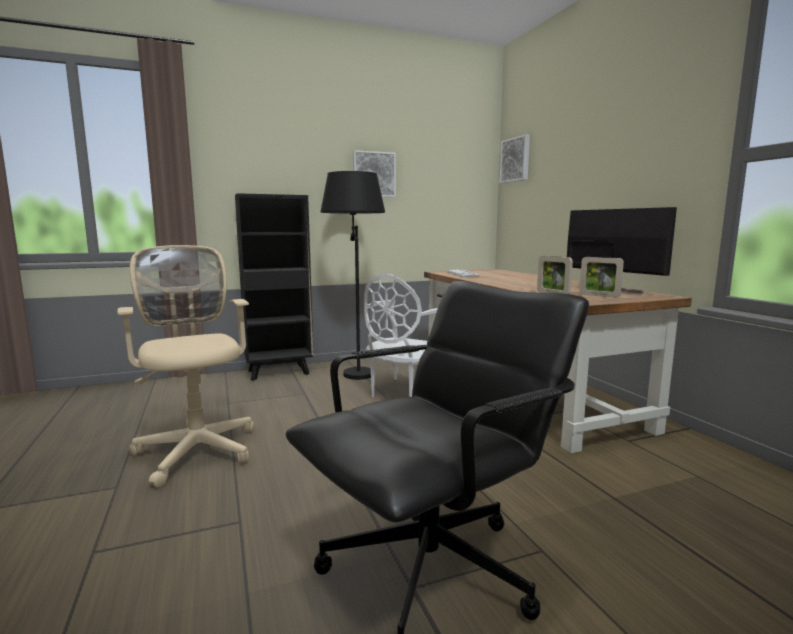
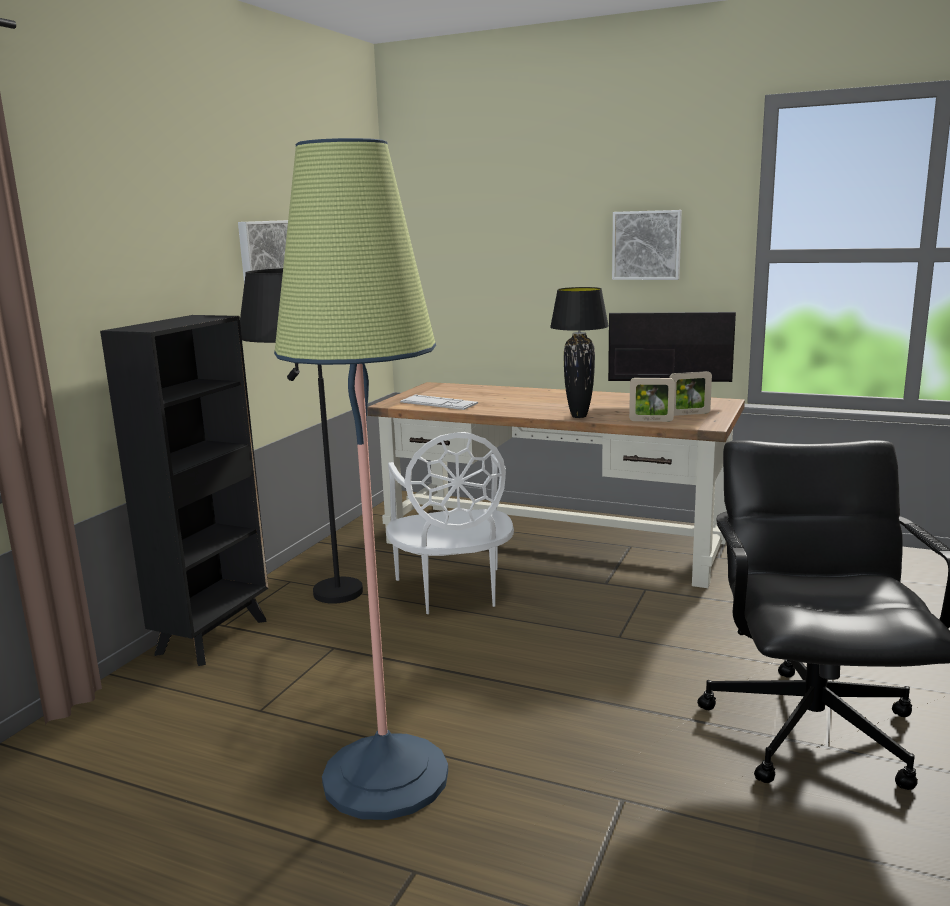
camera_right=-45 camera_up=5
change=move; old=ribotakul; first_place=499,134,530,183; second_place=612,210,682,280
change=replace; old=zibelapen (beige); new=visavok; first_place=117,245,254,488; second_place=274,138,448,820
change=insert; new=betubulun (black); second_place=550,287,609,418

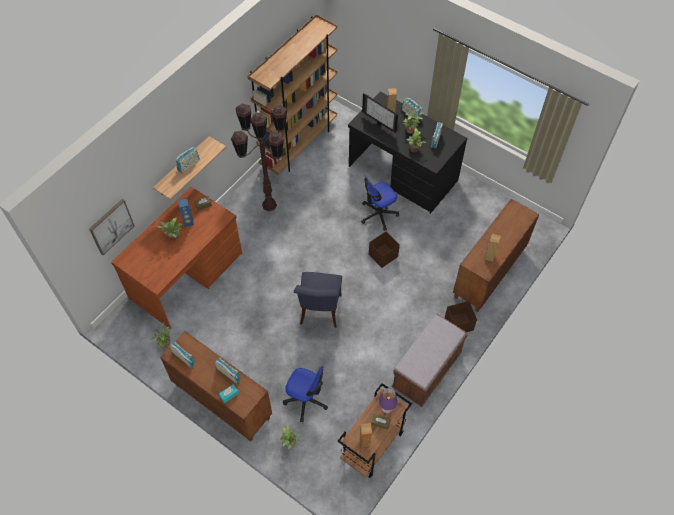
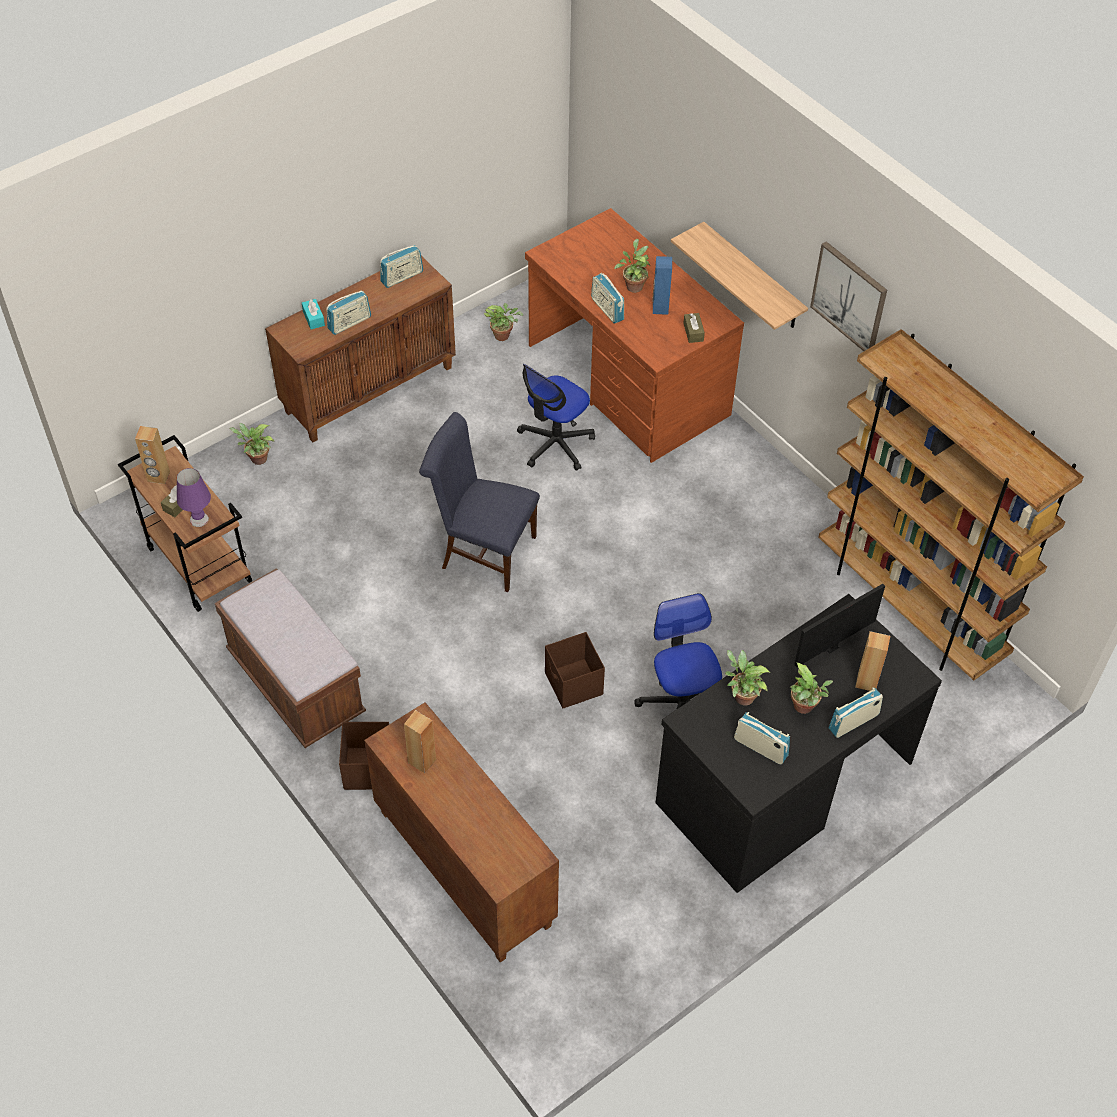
camera_right=105 camera_up=-5
change=delete; old=visavok (brown); first_place=231,104,287,211
change=move; old=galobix; first_place=176,147,200,173; second_place=591,273,624,324
change=move; old=ribotakul; first_place=89,199,134,255; second_place=810,241,887,351
change=move; old=zibelapen; first_place=283,366,328,422; second_place=517,363,595,471

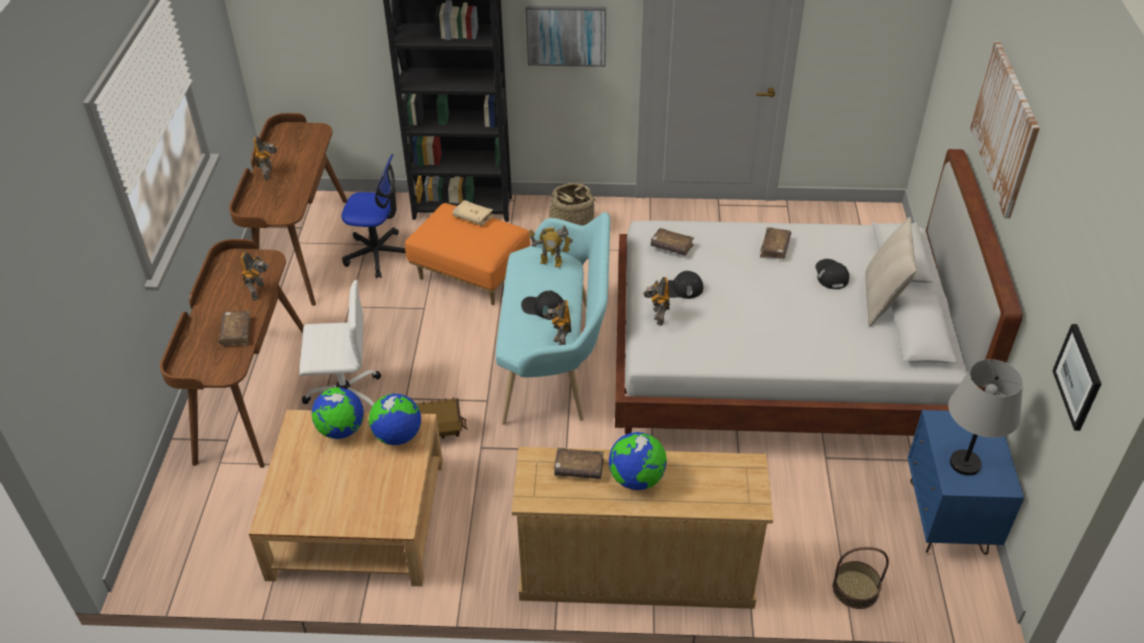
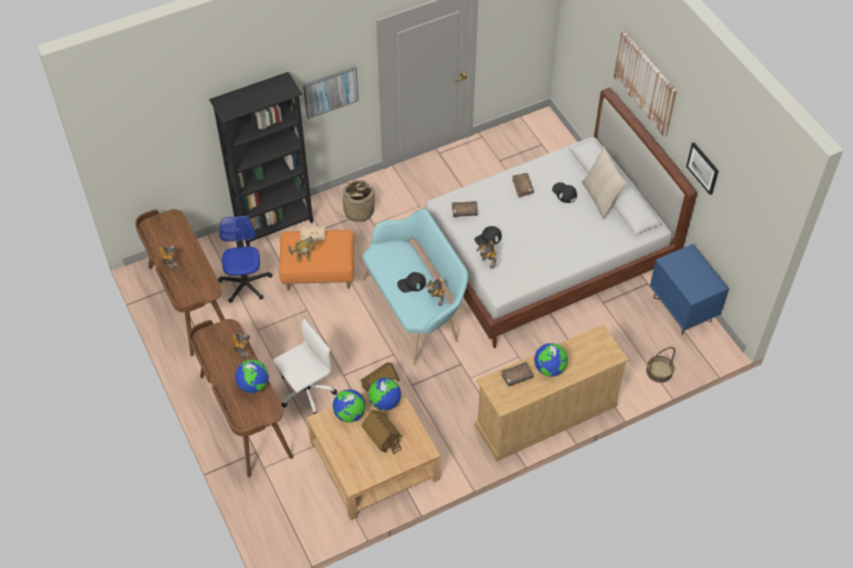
camera_right=-30 camera_up=10
change=rotate; old=zibelapen; first_place=341,154,406,278; second_place=218,216,273,303; degrees=-75
change=move; old=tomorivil; first_place=529,225,573,267; second_place=287,236,317,263
change=replace; old=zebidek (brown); new=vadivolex; first_place=219,311,251,346; second_place=235,359,269,393
change=move; old=ribotakul; first_place=1052,324,1101,431; second_place=686,142,719,195
change=delete; old=betubulun (grey); first_place=948,359,1023,476
change=insert; new=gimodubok; second_place=362,410,403,455

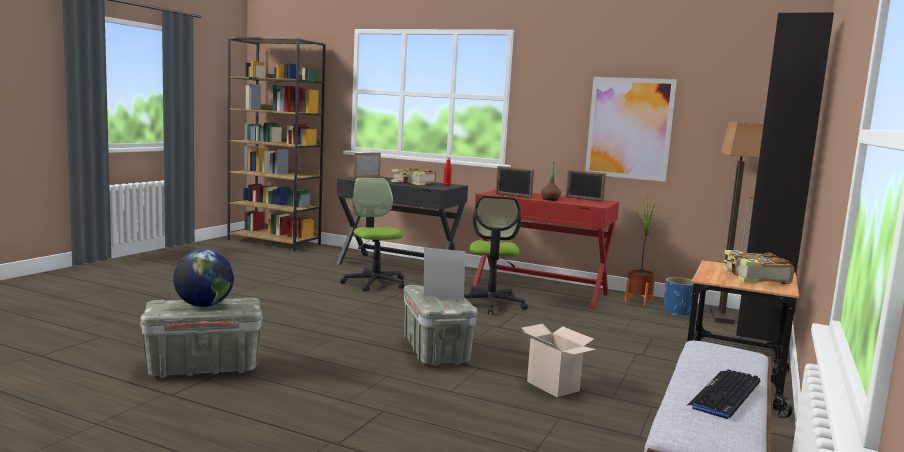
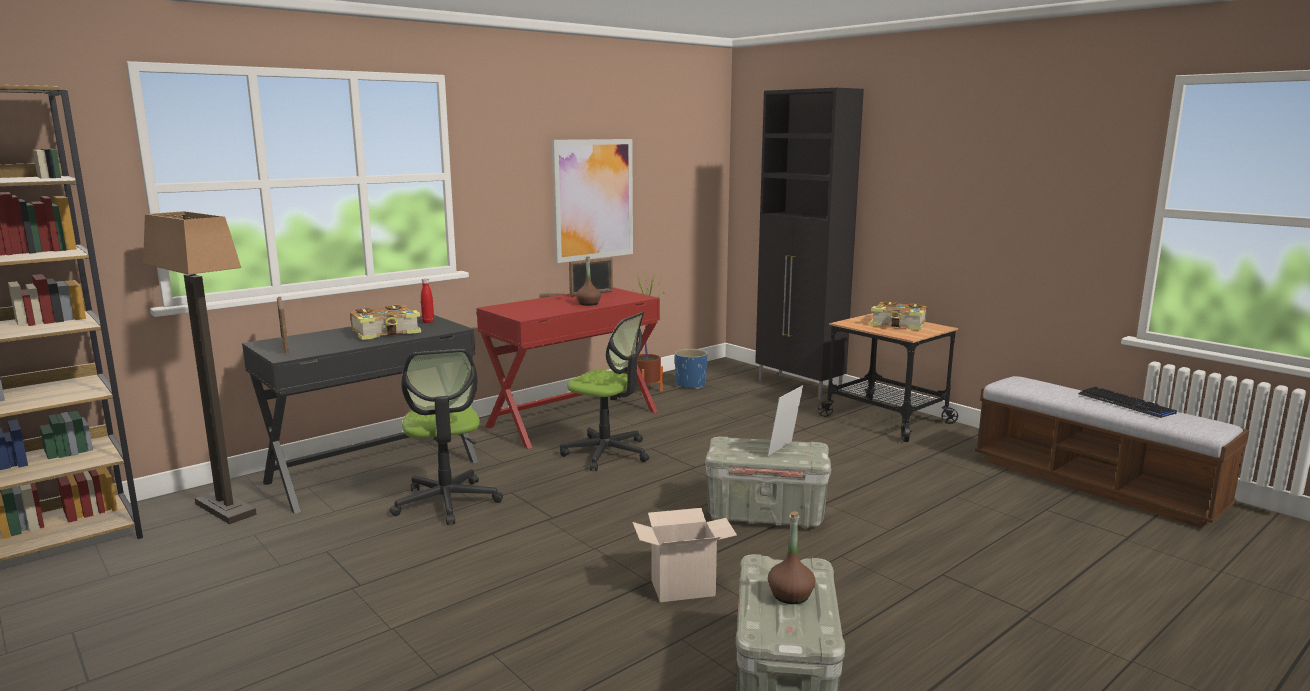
camera_right=-65 camera_up=5
change=move; old=visavok; first_place=709,122,764,324; second_place=143,211,257,524
change=delete; old=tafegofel; first_place=495,166,534,198
change=rotate; old=zibelapen; first_place=340,178,404,292; second_place=390,349,503,525; degrees=-105
change=replace; old=vadivolex; new=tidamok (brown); first_place=173,249,234,307; second_place=768,511,815,604
change=move; old=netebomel; first_place=522,324,596,397; second_place=632,508,737,602

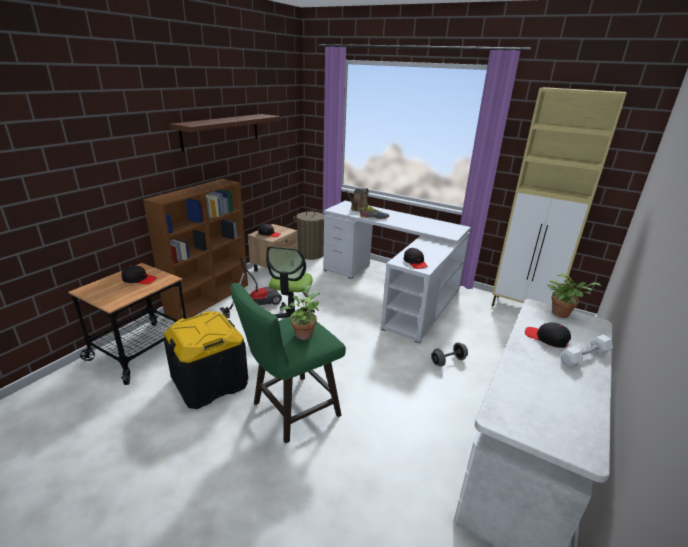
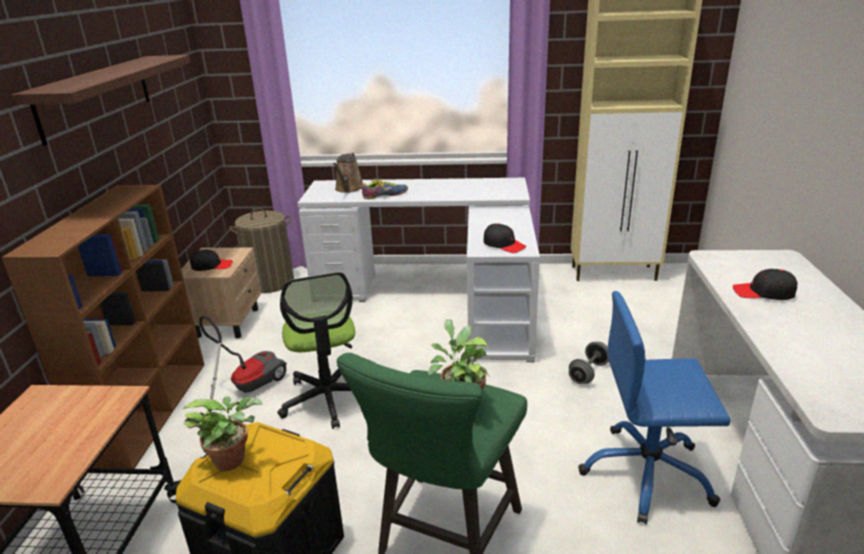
camera_right=-25 camera_up=0
change=delete; old=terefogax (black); first_place=122,265,157,284
change=move; old=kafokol; first_place=547,274,601,318; second_place=183,396,263,471
change=delete; old=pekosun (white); first_place=560,335,613,367
change=insert; new=zibelapen (blue); second_place=578,291,730,525

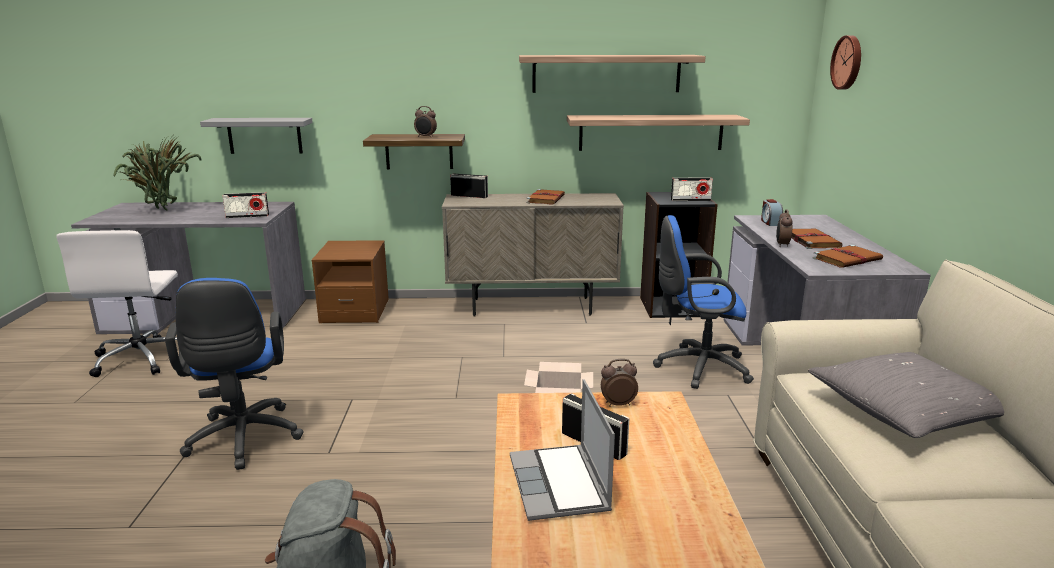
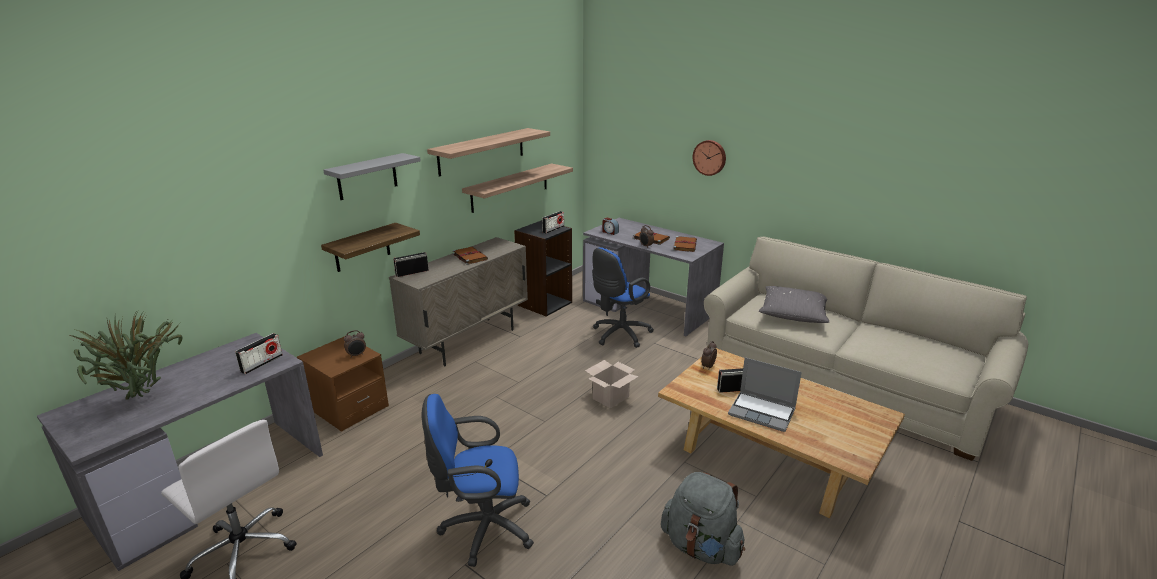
camera_right=-50 camera_up=5
change=move; old=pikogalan; first_place=830,35,861,90; second_place=692,140,726,176
change=move; old=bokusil; first_place=414,106,437,138; second_place=344,330,366,357
change=move; old=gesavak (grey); first_place=200,118,313,154; second_place=324,153,421,200
change=rotate; old=zibelapen (blue); first_place=165,278,304,470; second_place=422,394,534,567; degrees=150

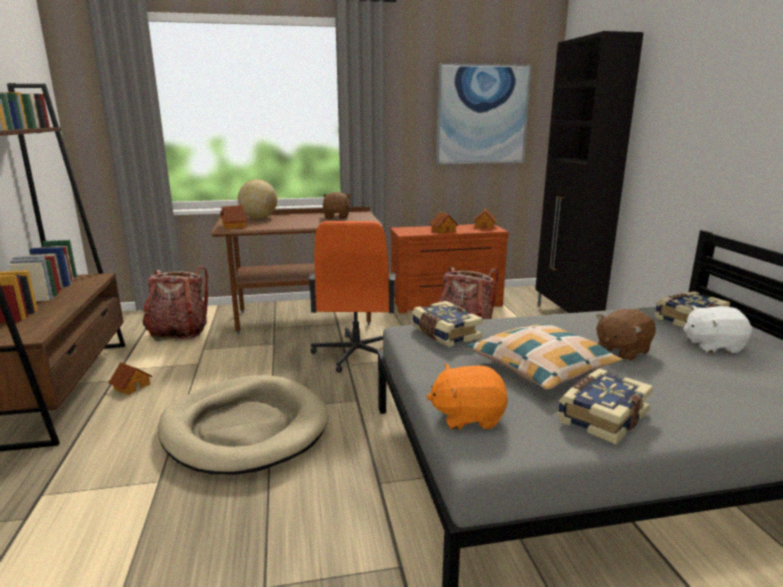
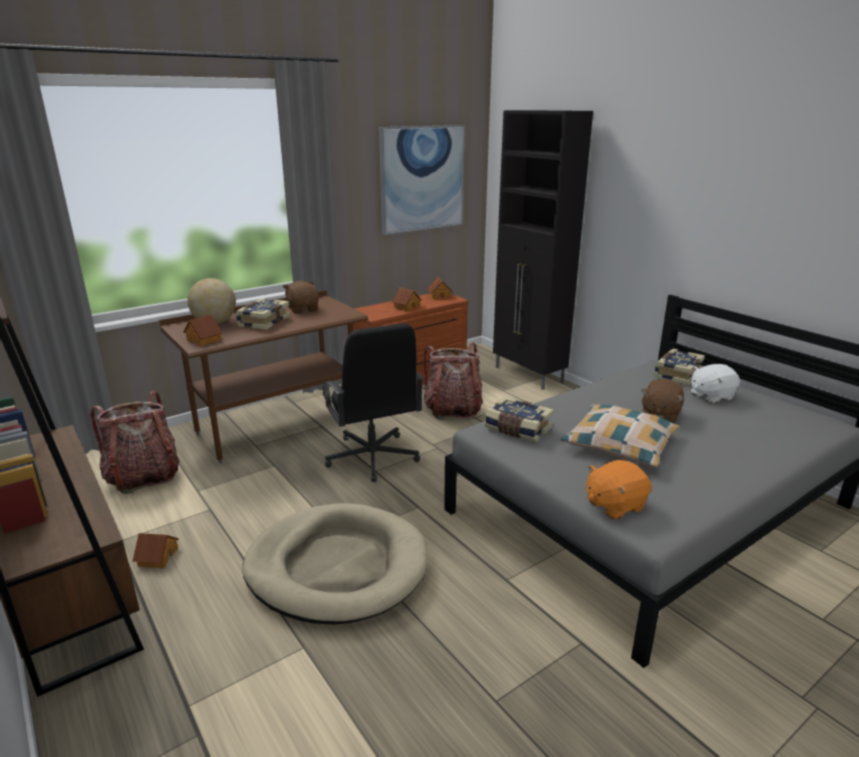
camera_right=-25 camera_up=5
change=recolor; old=zibelapen (orange); new=zibelapen (black); first_place=308,221,396,373; second_place=321,324,424,482
change=move; old=zebidek; first_place=557,368,653,445; second_place=235,298,290,330

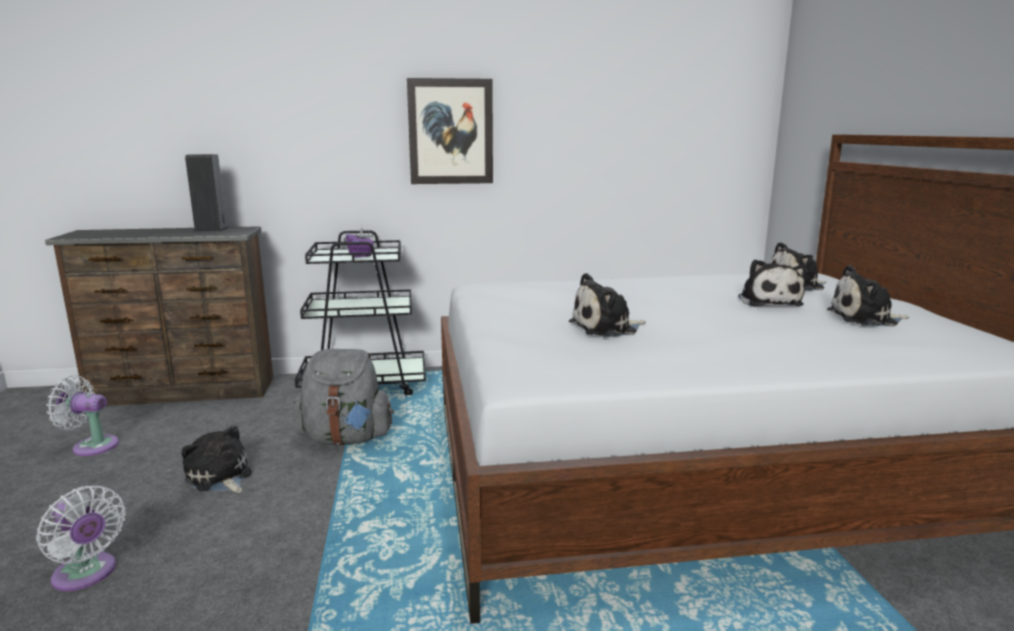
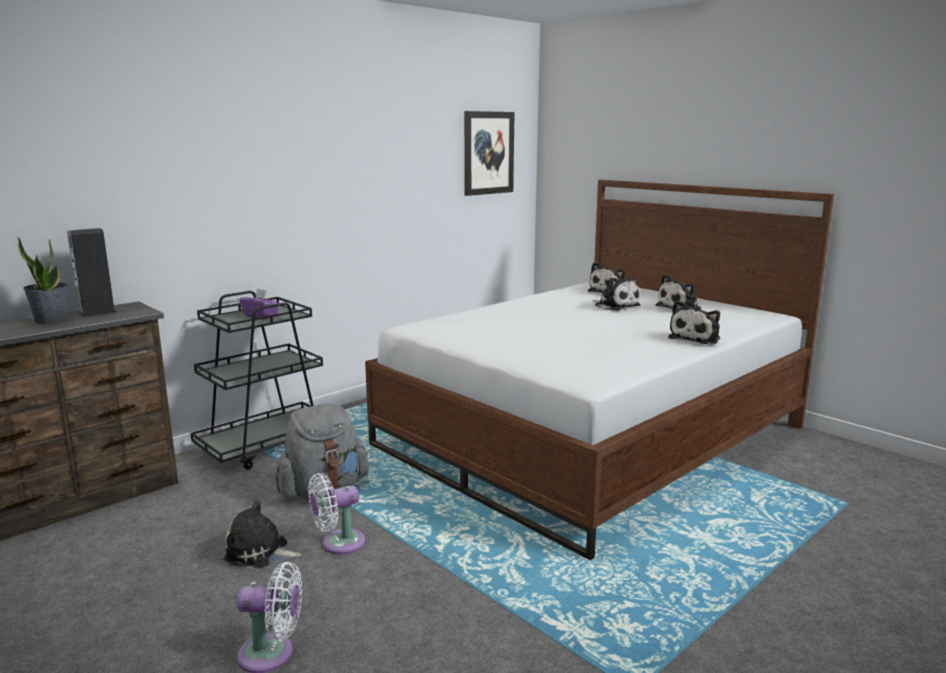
camera_right=-35 camera_up=0
change=move; old=ribotakul; first_place=407,78,493,184; second_place=464,111,515,196
change=move; old=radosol; first_place=569,273,646,337; second_place=668,300,720,344
change=move; old=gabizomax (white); first_place=46,375,119,456; second_place=308,473,365,555
change=insert; new=kafokol; second_place=18,237,68,324

